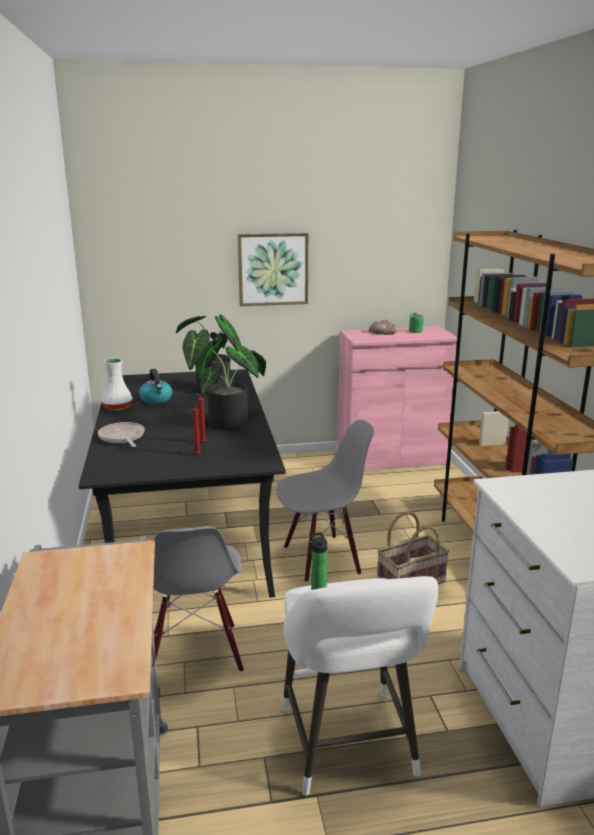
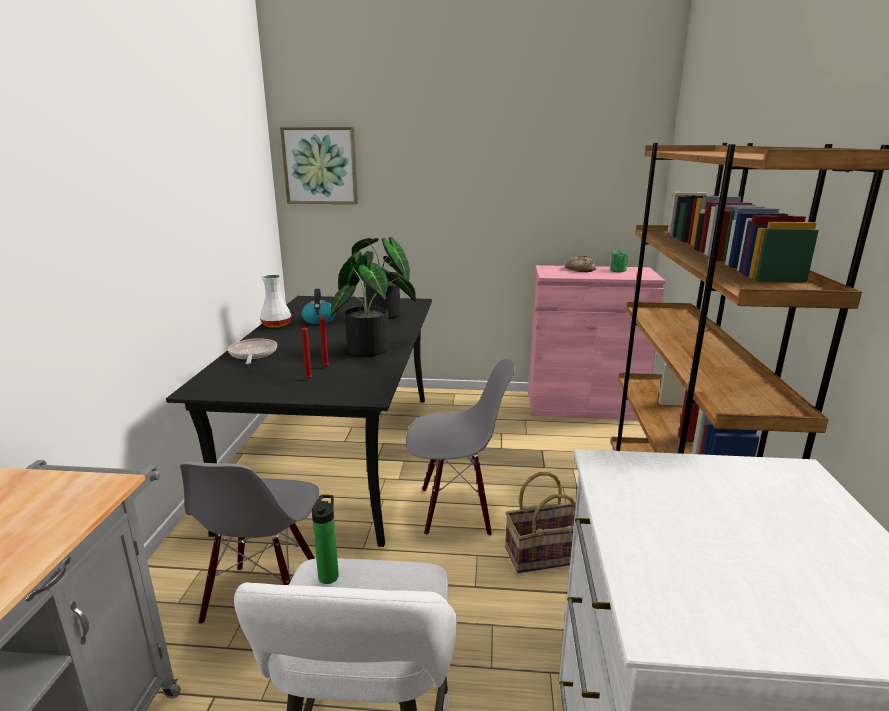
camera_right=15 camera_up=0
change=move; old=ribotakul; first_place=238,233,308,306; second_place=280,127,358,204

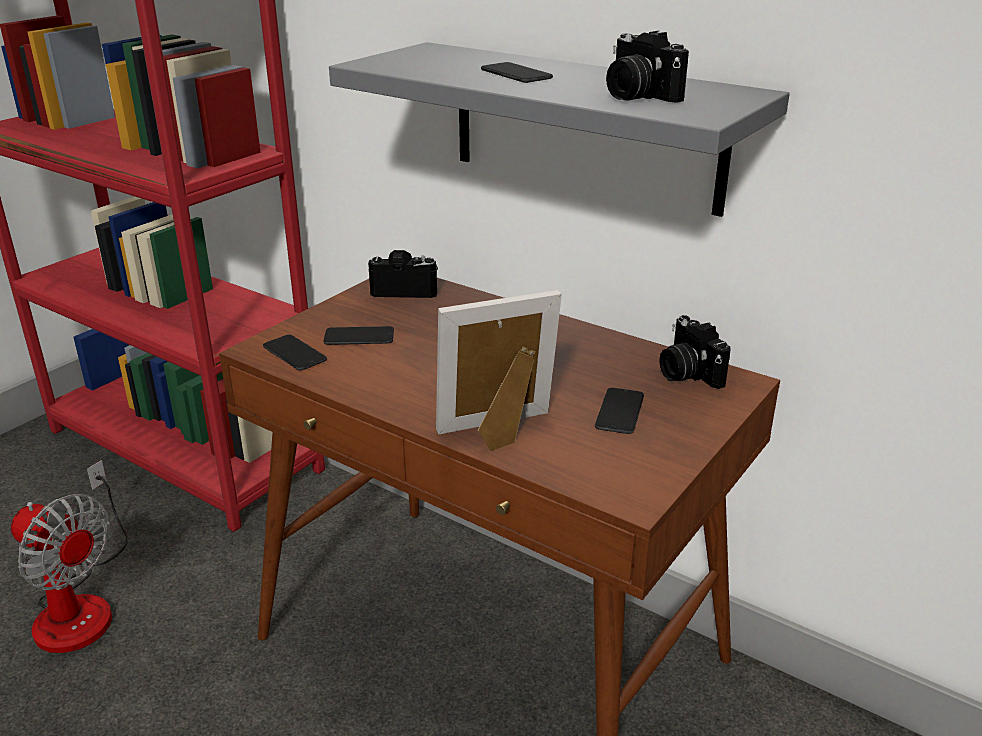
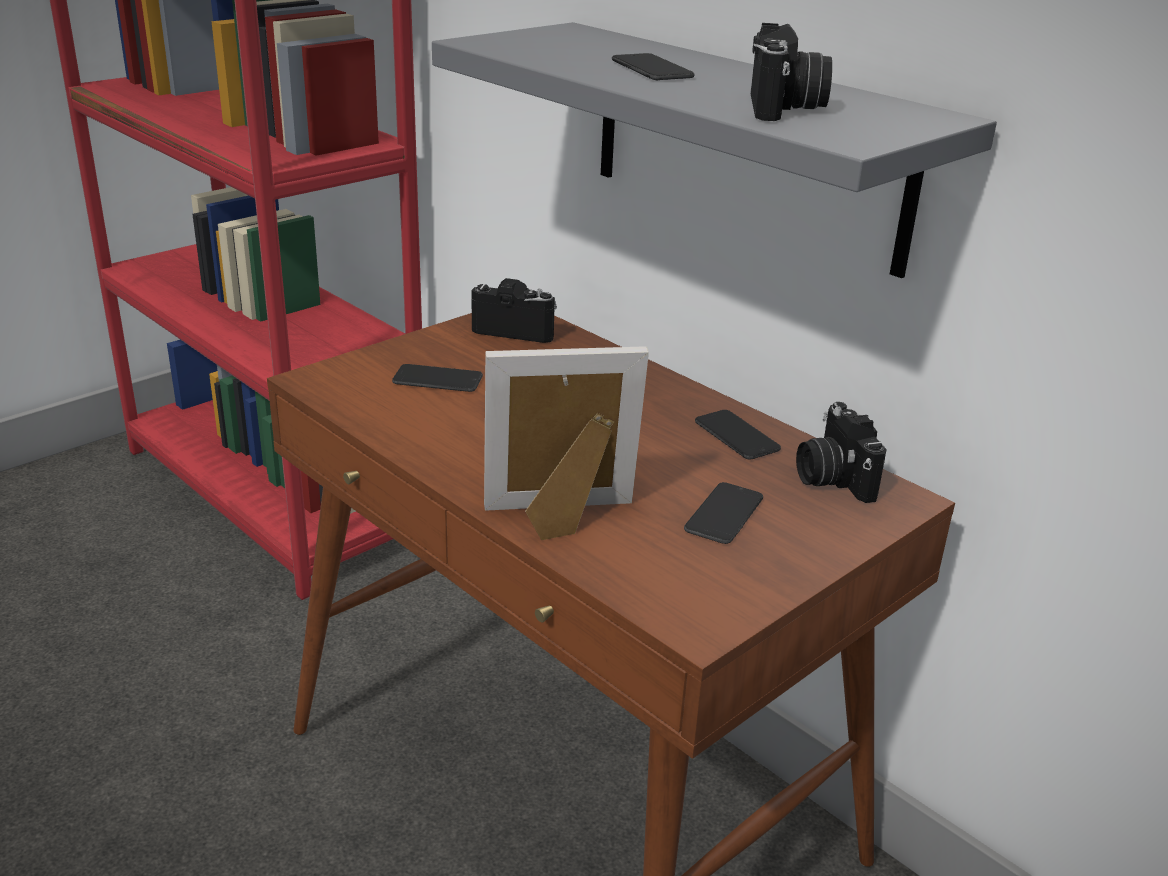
camera_right=10 camera_up=0
change=rotate; old=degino; first_place=606,31,689,103; second_place=751,23,832,121; degrees=-150
change=move; old=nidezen; first_place=263,335,327,370; second_place=695,410,781,460
change=delete; old=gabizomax; first_place=11,460,128,653

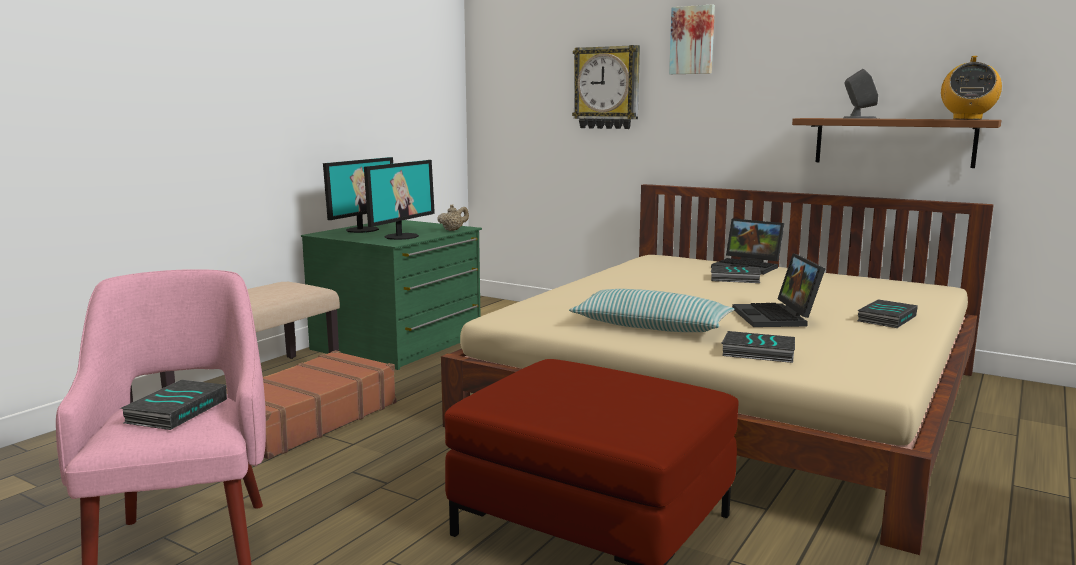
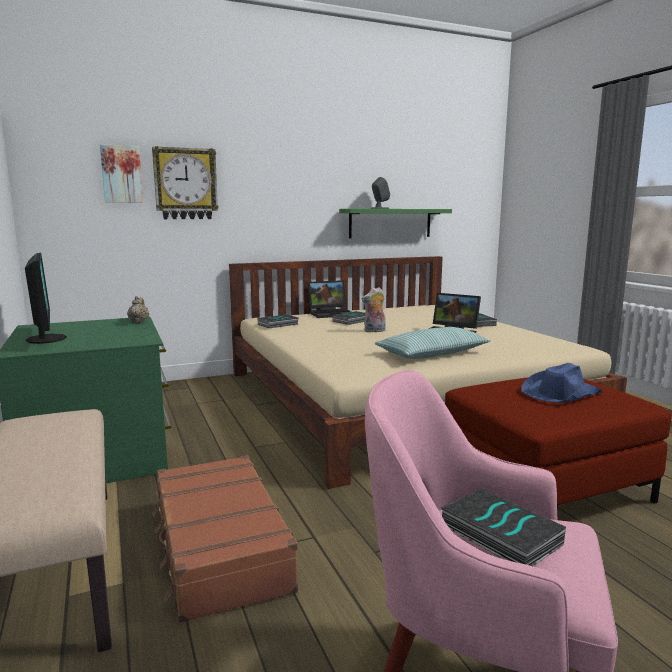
camera_right=-55 camera_up=0
change=move; old=ribotakul; first_place=669,4,715,74; second_place=100,144,143,202
change=delete; old=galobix; first_place=941,56,1002,120
change=recolor; old=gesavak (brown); new=gesavak (green); first_place=792,118,1002,168; second_place=339,209,452,238
change=delete; old=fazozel; first_place=364,160,435,240
change=move; old=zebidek; first_place=722,331,795,363; second_place=258,314,298,328
change=insert; new=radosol; second_place=362,287,386,333
change=insert; new=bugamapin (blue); second_place=521,363,603,403

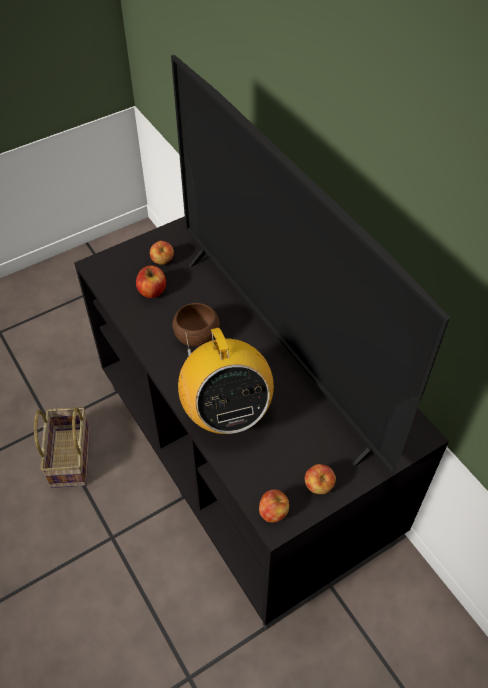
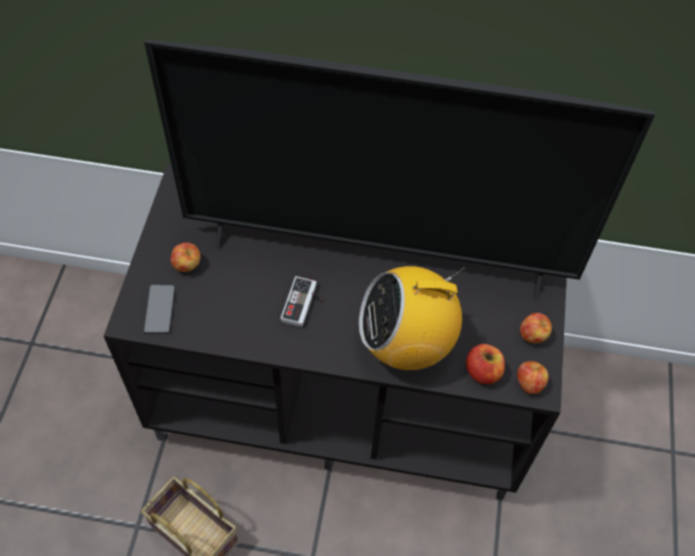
camera_right=-50 camera_up=5
change=move; old=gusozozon; first_place=136,265,166,298; second_place=466,344,505,384
change=replace; old=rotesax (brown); new=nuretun; first_place=172,303,220,346; second_place=280,276,323,327
change=rotate; old=galobix; first_place=178,328,274,434; second_place=359,266,465,370; degrees=150
change=insert; new=nidezen; second_place=144,285,175,334

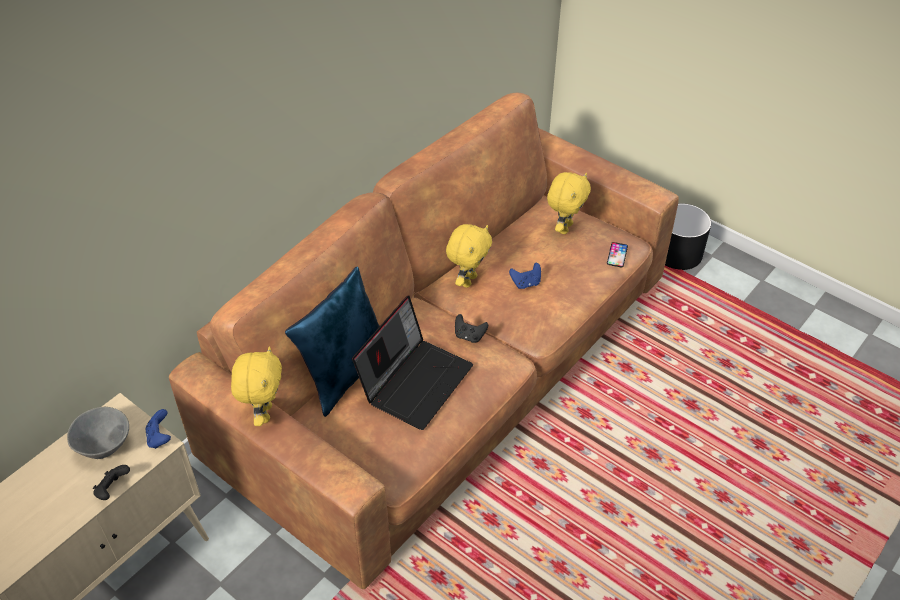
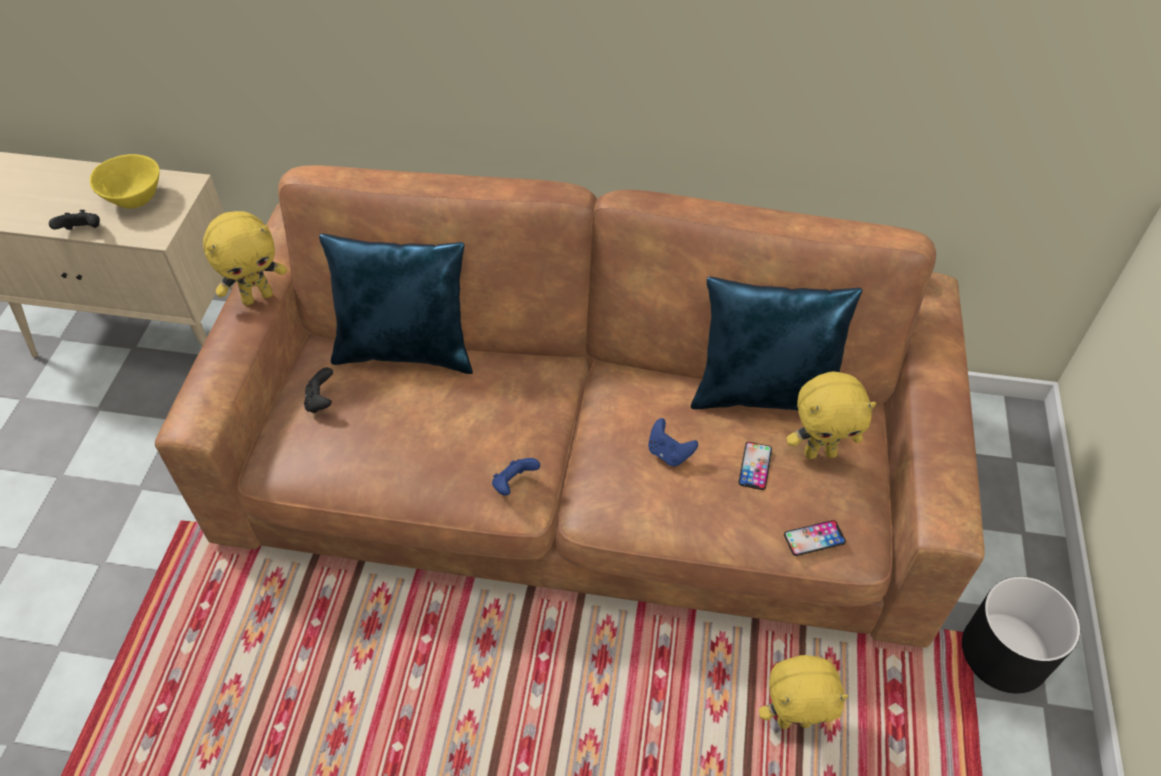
camera_right=60 camera_up=5
change=move; old=radosol (yellow); first_place=446,224,492,288; second_place=759,655,848,729
change=delete; old=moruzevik; first_place=352,295,473,430
change=move; old=nuretun (black); first_place=455,314,488,343; second_place=304,367,333,413
change=recolor; old=rotesax (grey); new=rotesax (yellow); first_place=67,407,129,459; second_place=90,154,160,209
change=move; old=nuretun (blue); first_place=146,409,171,449; second_place=492,458,540,496
change=insert; new=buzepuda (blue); second_place=691,277,862,411
change=insert; new=nidezen; second_place=738,442,772,490

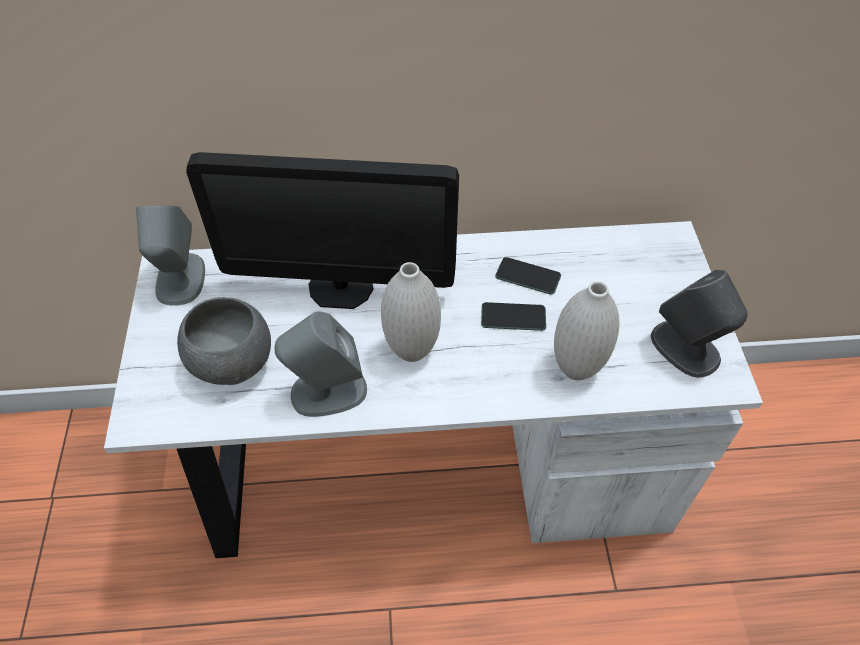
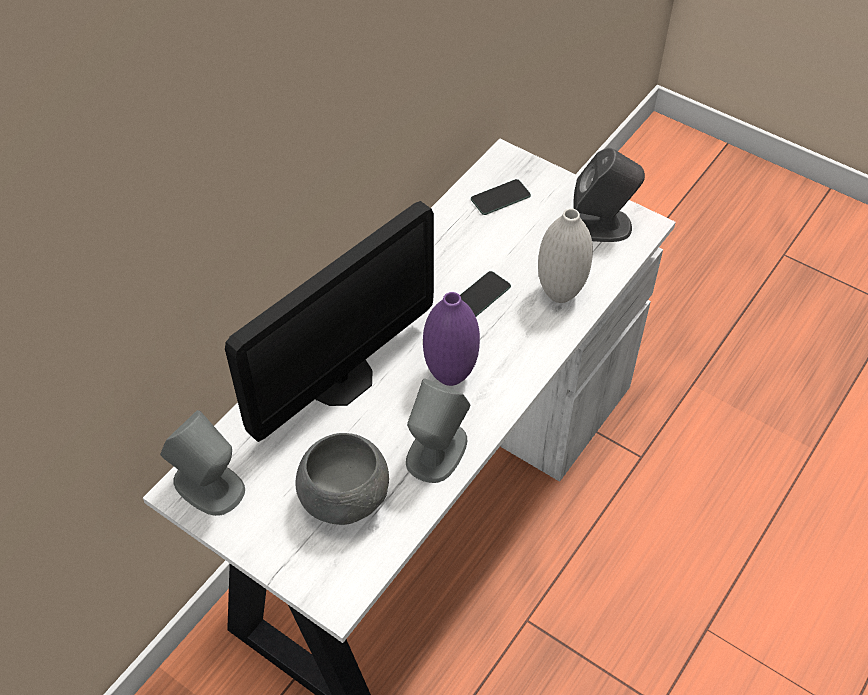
camera_right=-50 camera_up=0
change=move; old=nidezen; first_place=495,257,561,295; second_place=471,179,531,215
change=recolor; old=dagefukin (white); new=dagefukin (purple); first_place=381,262,441,362; second_place=423,292,480,386

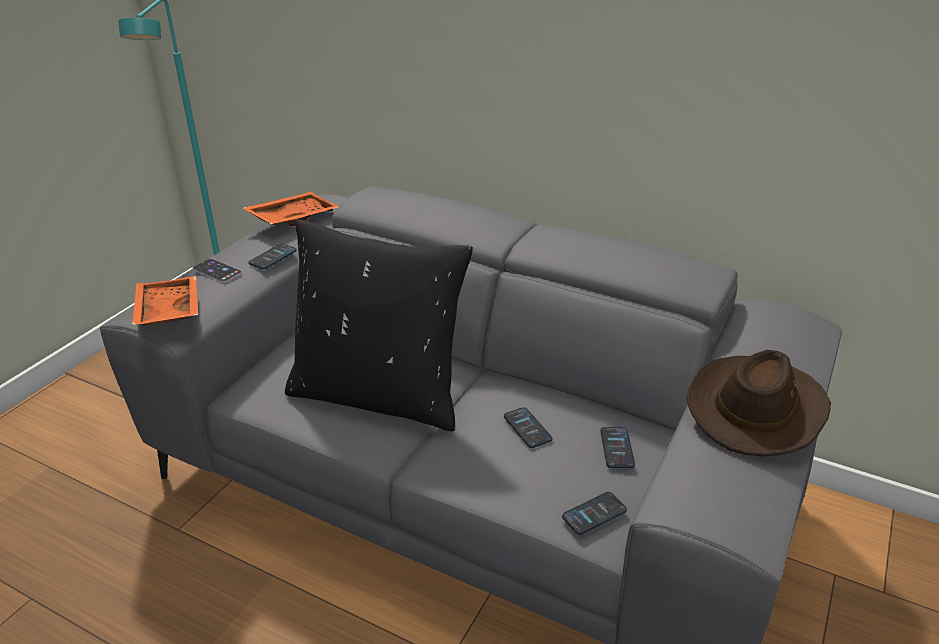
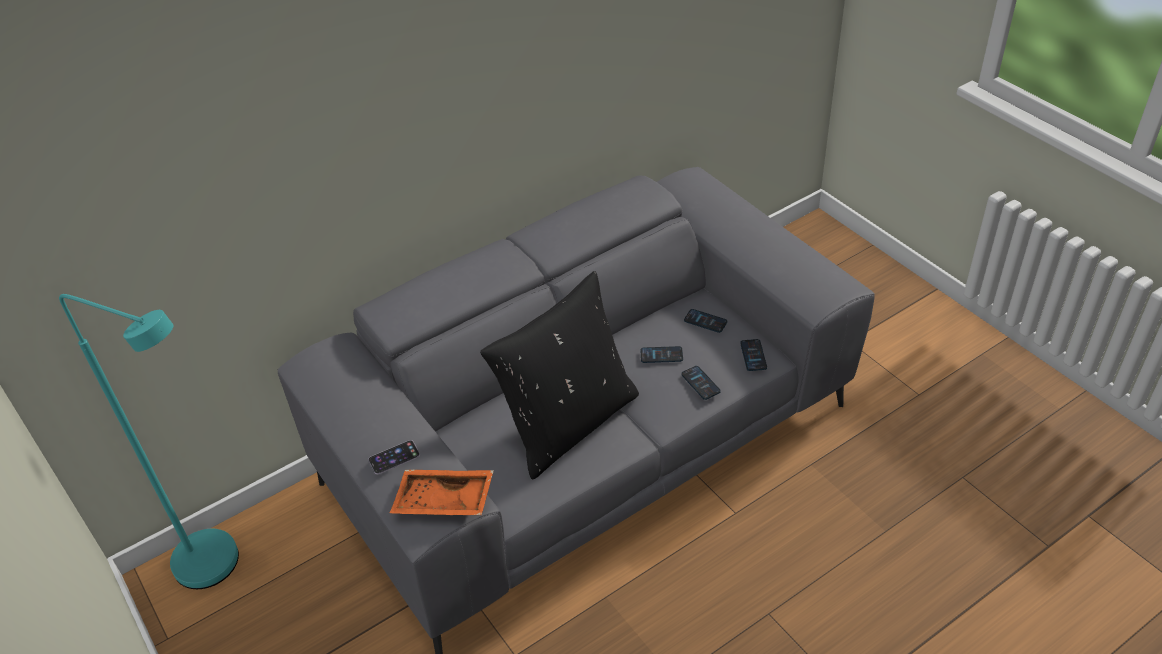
camera_right=-60 camera_up=10
change=delete; old=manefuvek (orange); first_place=243,192,339,226
change=move; old=nidezen; first_place=248,244,297,269; second_place=681,366,721,400
change=delete; old=bugamapin (brown); first_place=686,350,831,456

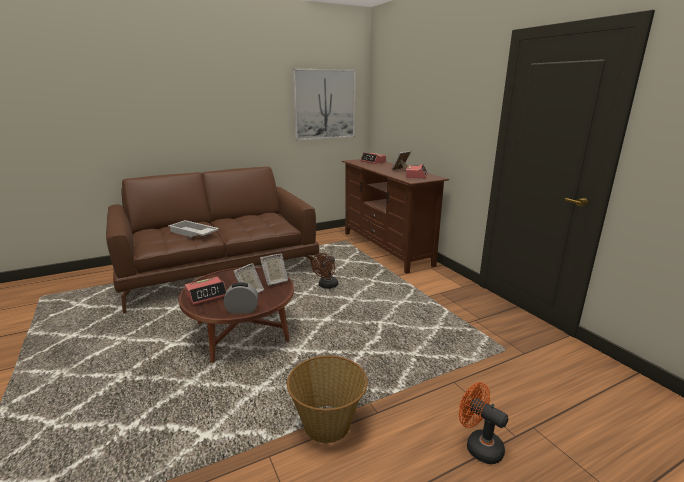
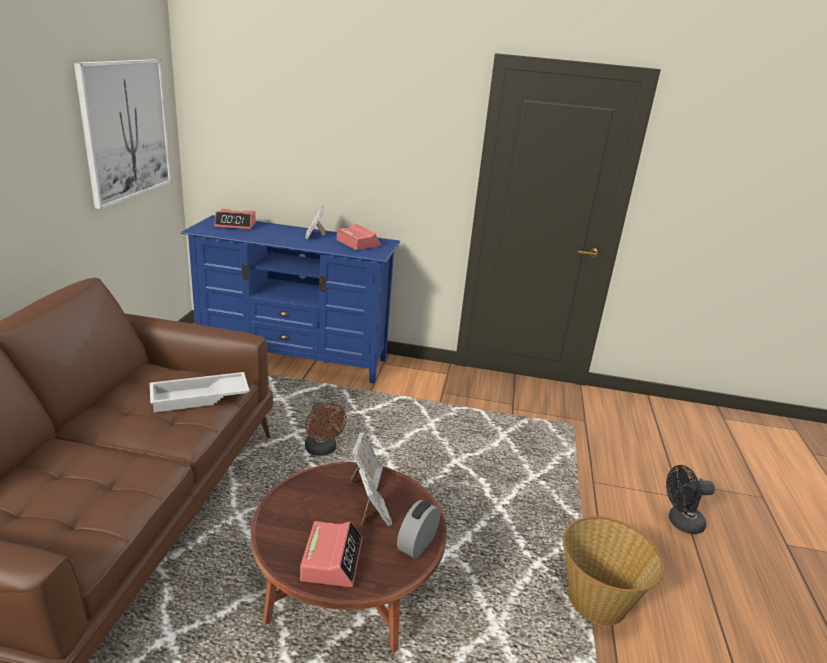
camera_right=-55 camera_up=5
change=recolor; old=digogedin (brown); new=digogedin (blue); first_place=342,159,449,274; second_place=180,215,400,384
change=move; old=manefuvek (white); first_place=168,220,219,237; second_place=150,372,250,413
change=recolor; old=gabizomax (orange); new=gabizomax (black); first_place=459,382,508,464; second_place=666,465,715,534

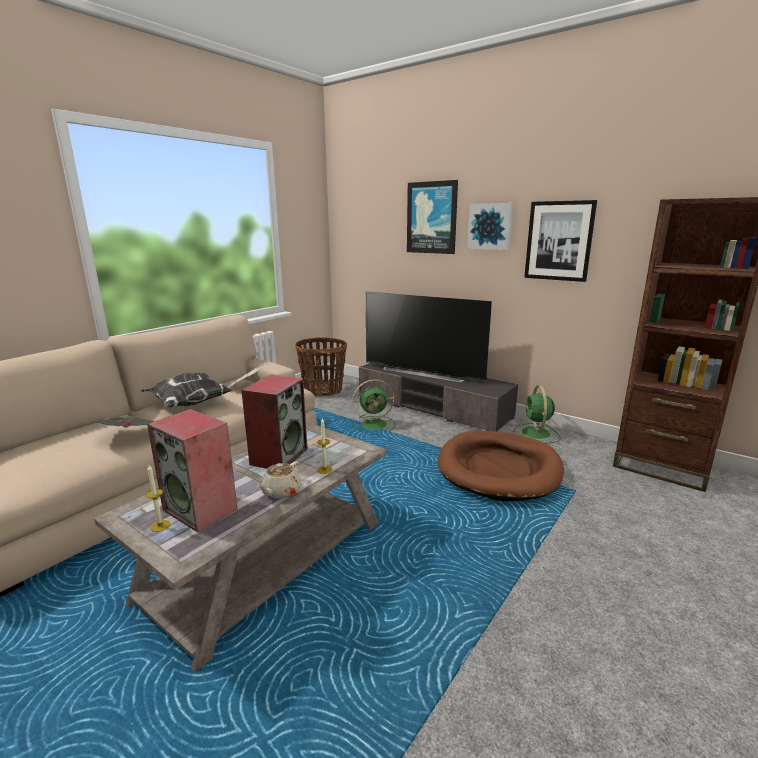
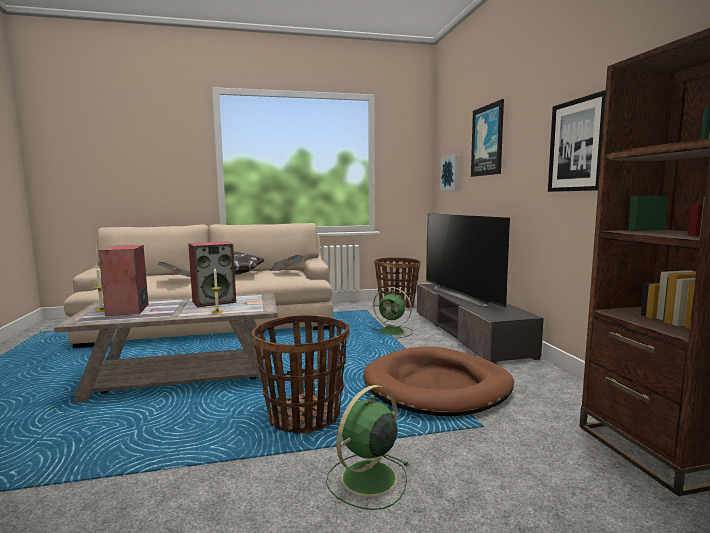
camera_right=40 camera_up=-10
change=move; old=ribotakul; first_place=467,203,513,250; second_place=440,154,460,191
change=move; old=gabizomax (green); first_place=514,385,560,443; second_place=326,385,408,510
change=delete; old=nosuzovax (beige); first_place=257,461,301,499
change=insert; new=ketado; second_place=252,315,350,434

